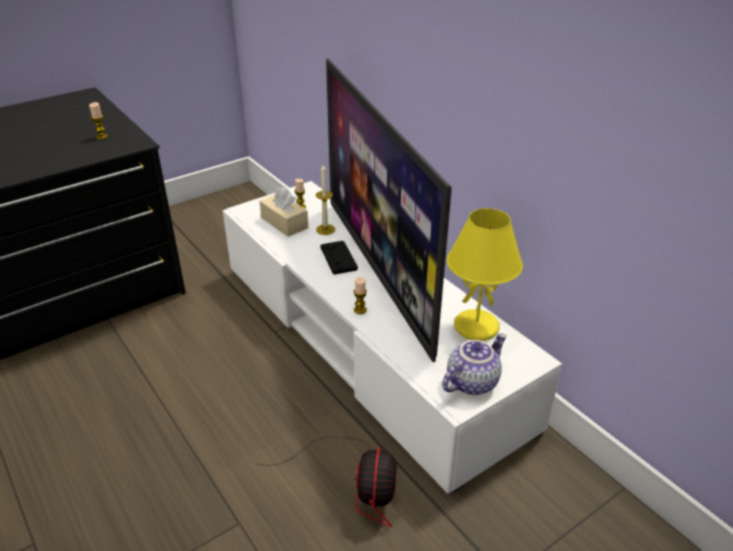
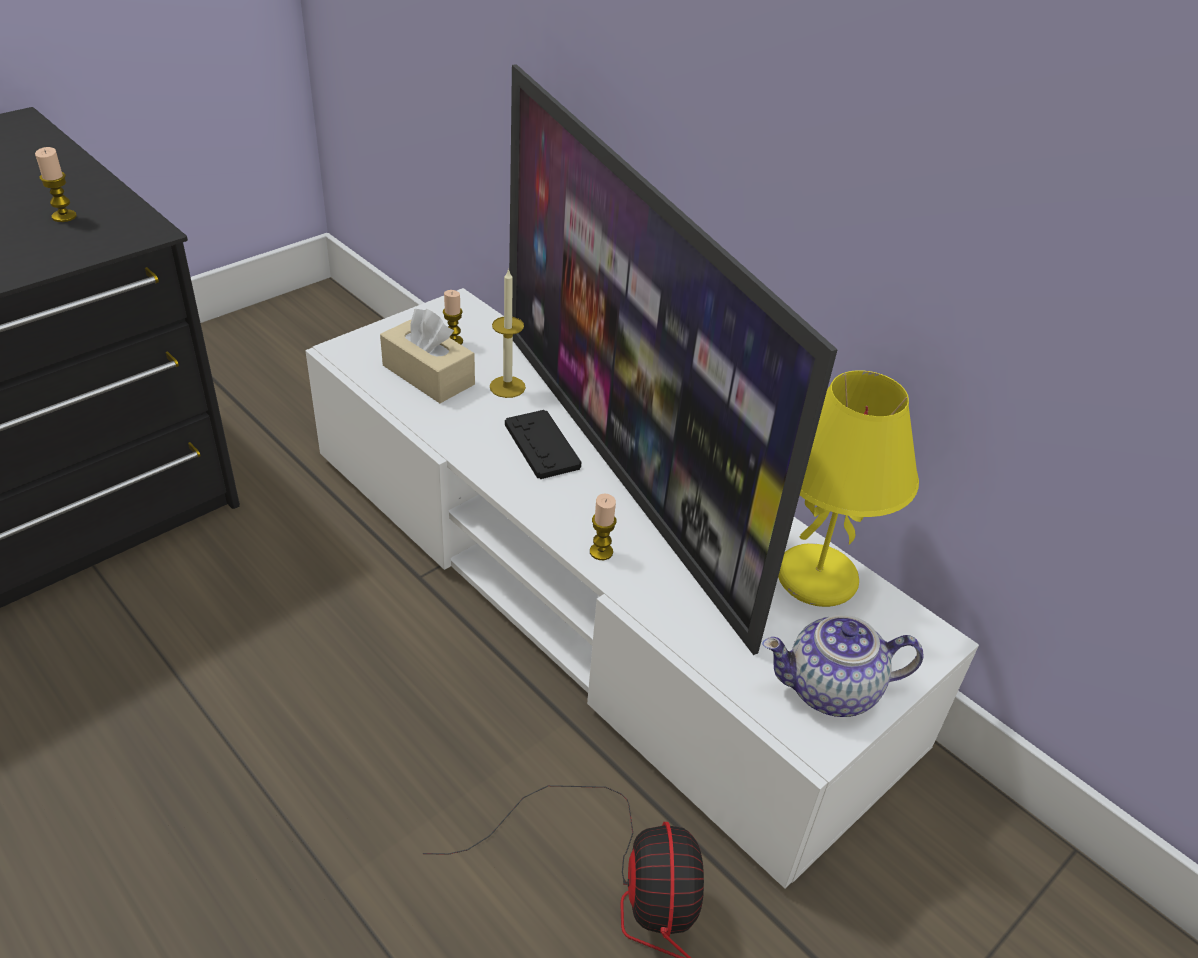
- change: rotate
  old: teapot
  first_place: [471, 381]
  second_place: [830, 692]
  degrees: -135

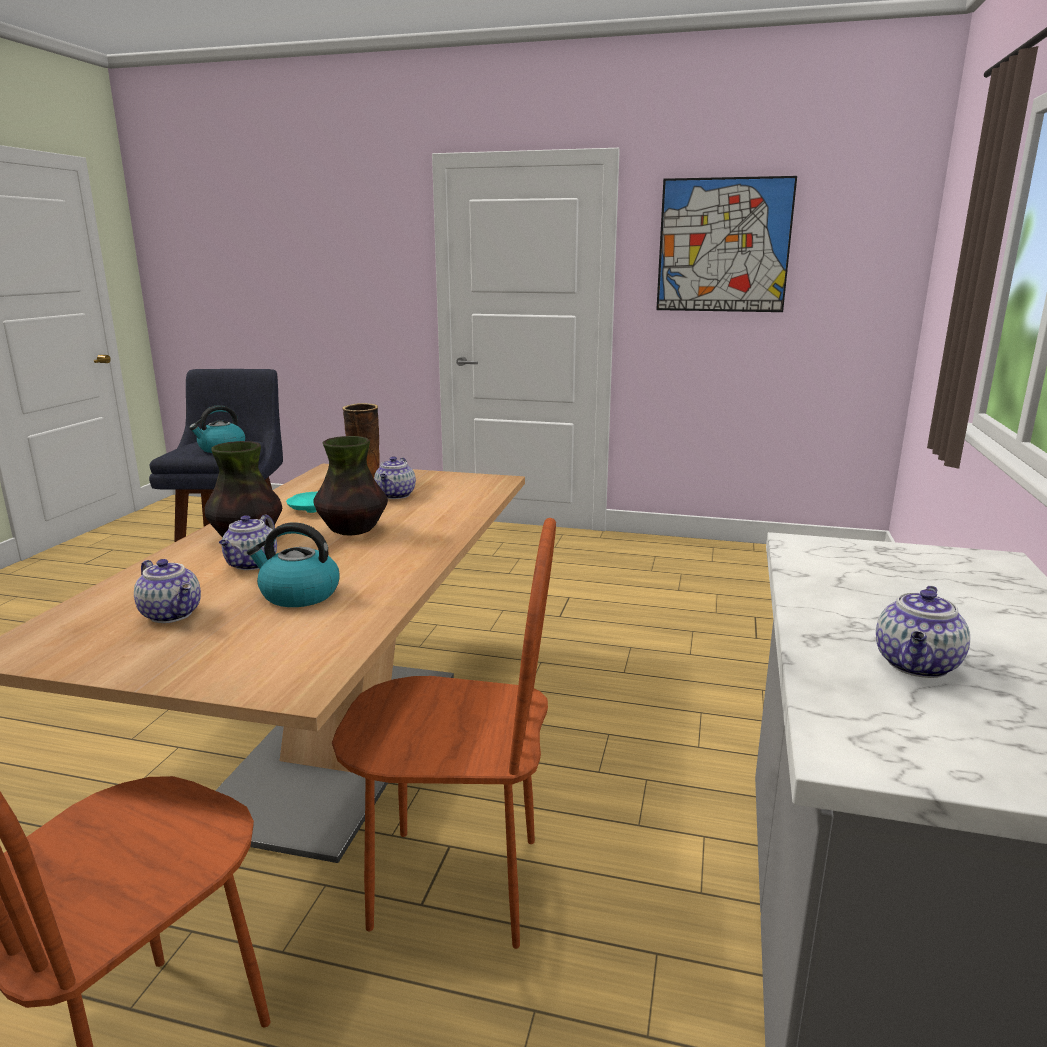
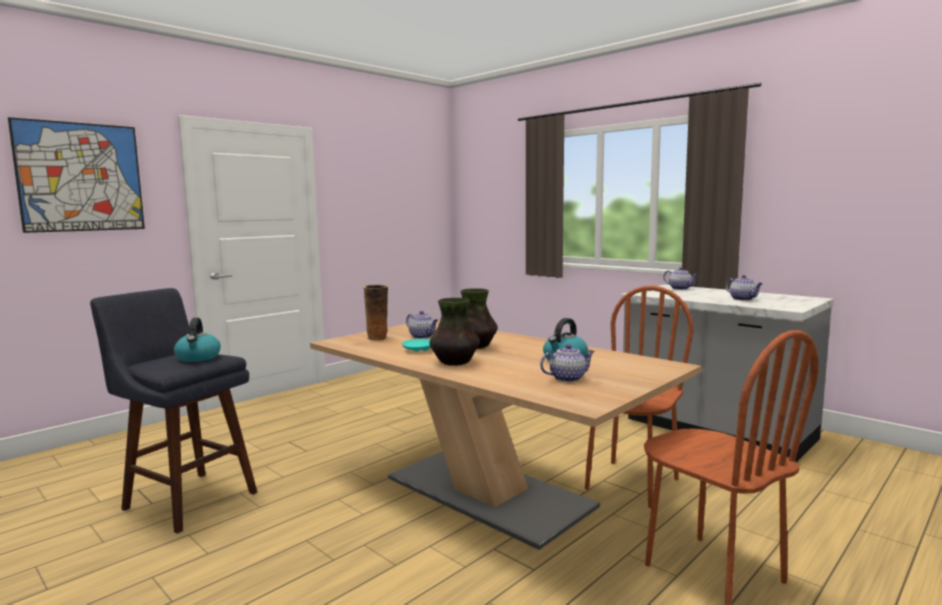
- change: move
  old: teapot
  first_place: [251, 564]
  second_place: [680, 288]
- change: move
  old: picture
  first_place: [723, 246]
  second_place: [81, 177]

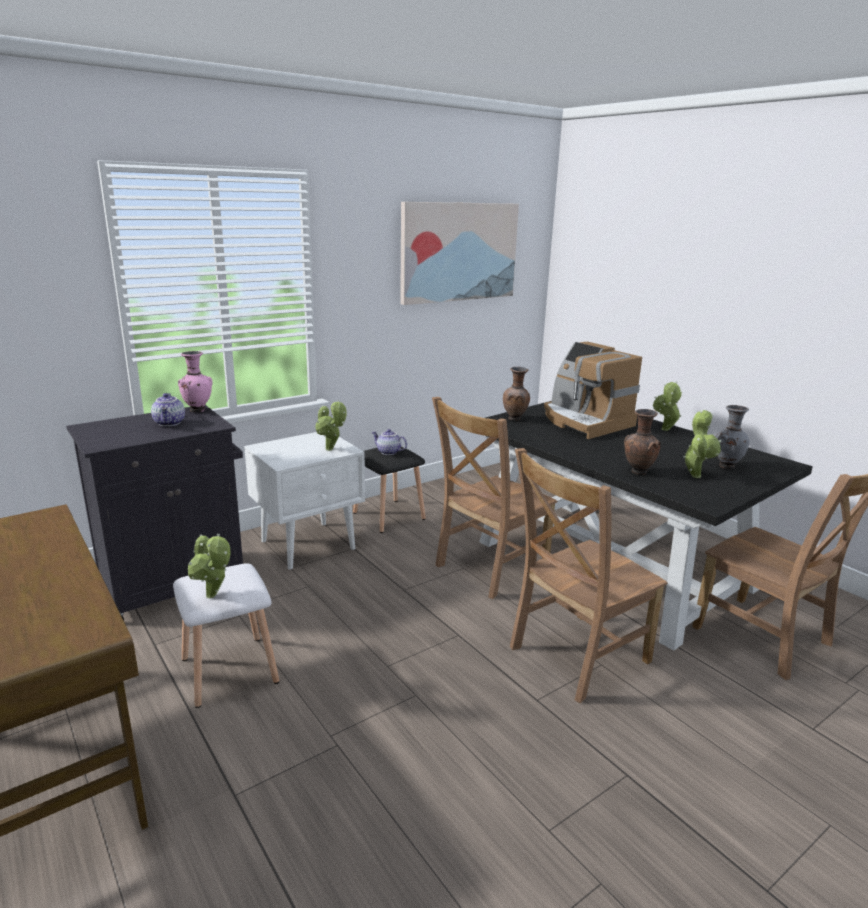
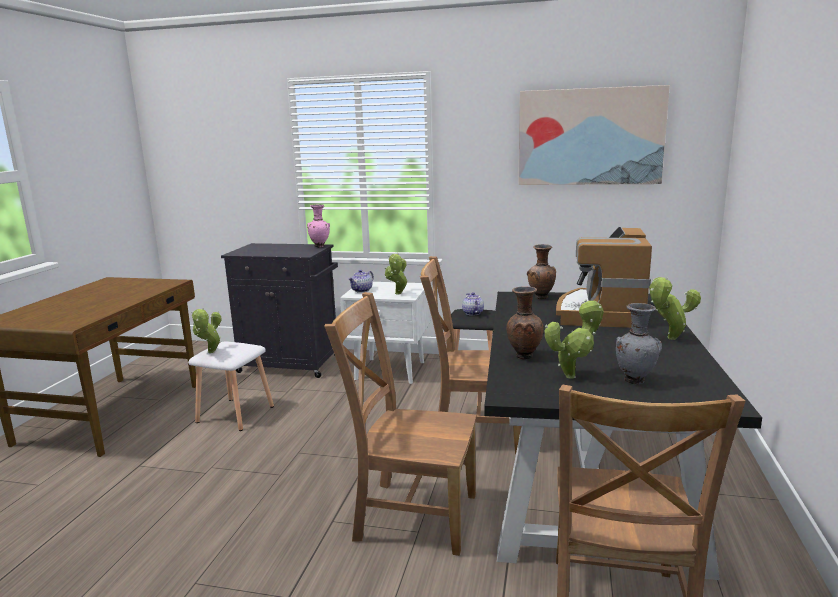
- change: move
  old: teapot
  first_place: [170, 423]
  second_place: [362, 290]

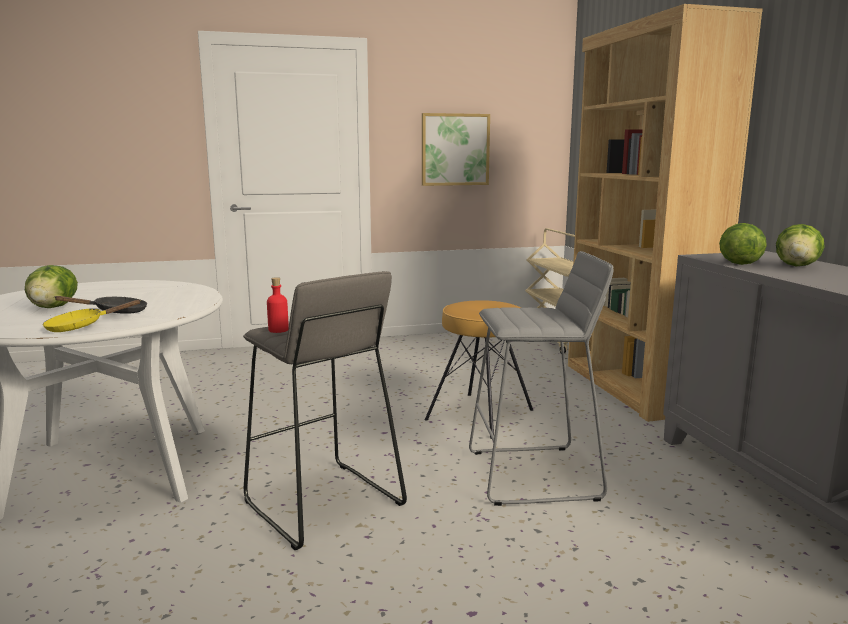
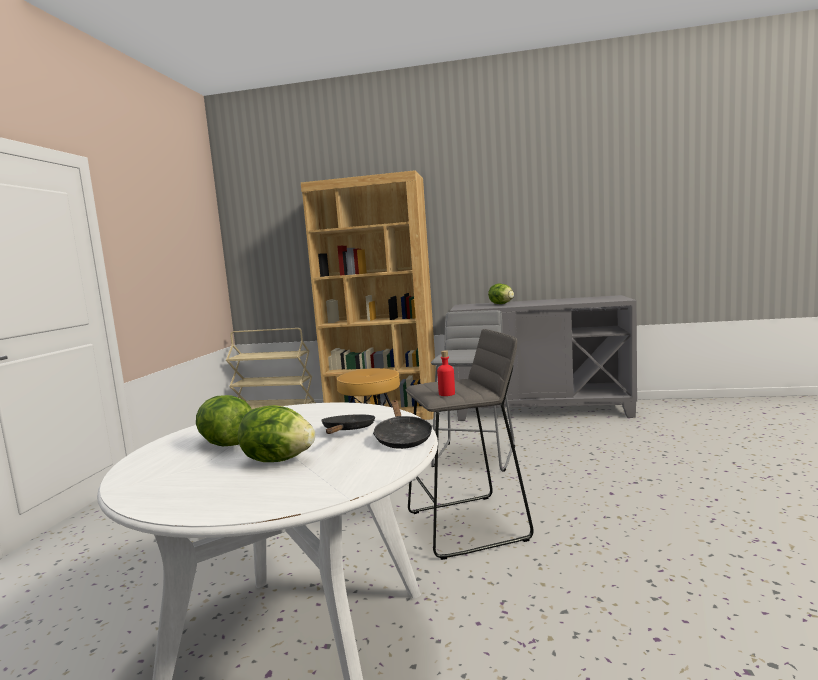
- change: recolor
  old: yellow_frying_pan
  new: black_frying_pan
  first_place: [81, 327]
  second_place: [402, 438]
- change: delete
  old: picture
  first_place: [455, 149]
- change: move
  old: lettuce
  first_place: [739, 263]
  second_place: [226, 444]

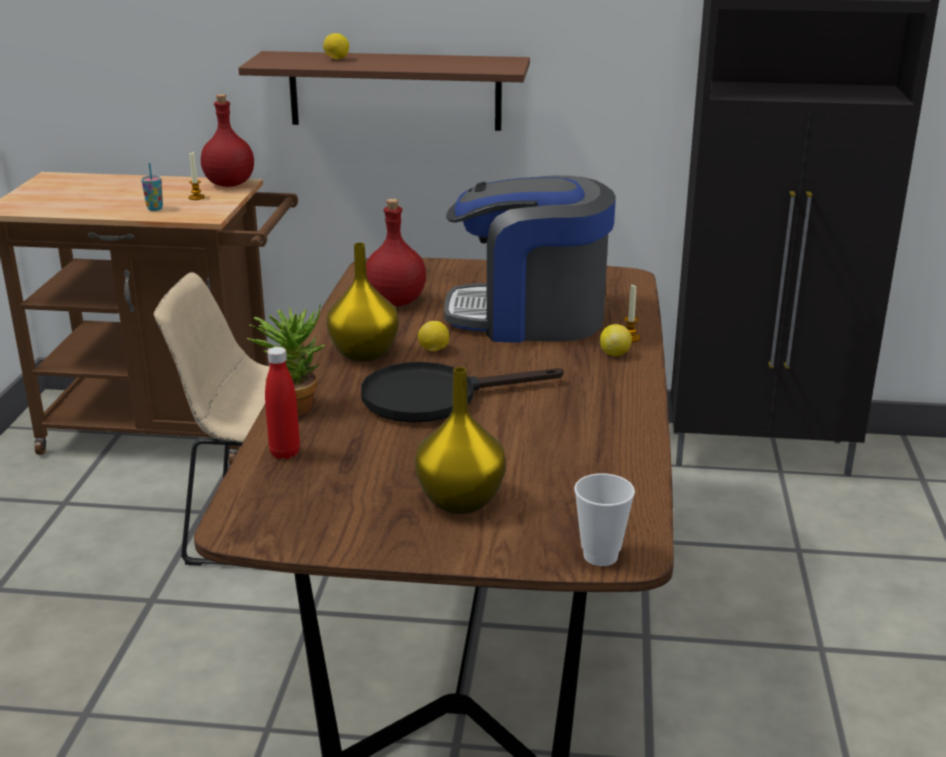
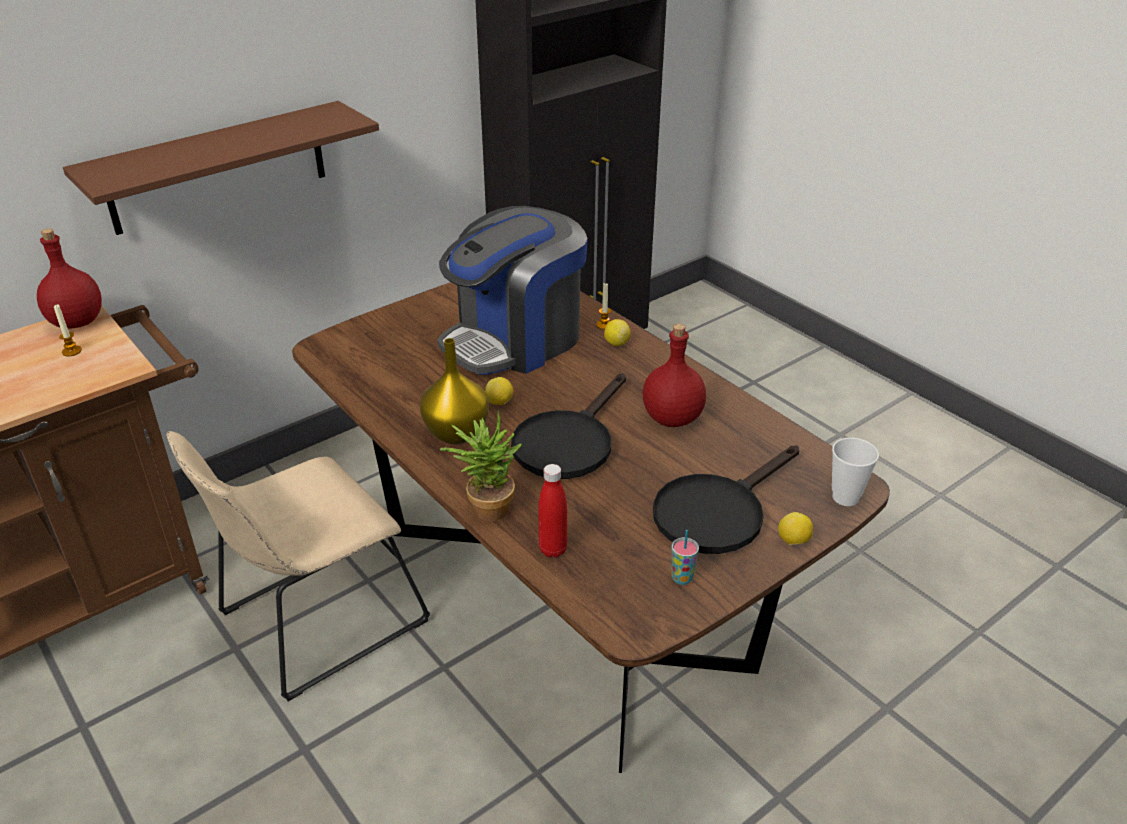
- change: move
  old: cup
  first_place: [155, 209]
  second_place: [682, 578]
- change: move
  old: lemon
  first_place: [336, 59]
  second_place: [793, 541]
- change: move
  old: red_bottle
  first_place: [395, 301]
  second_place: [671, 418]
- change: replace
  old: yellow_vase
  new: black_frying_pan
  first_place: [459, 500]
  second_place: [717, 511]

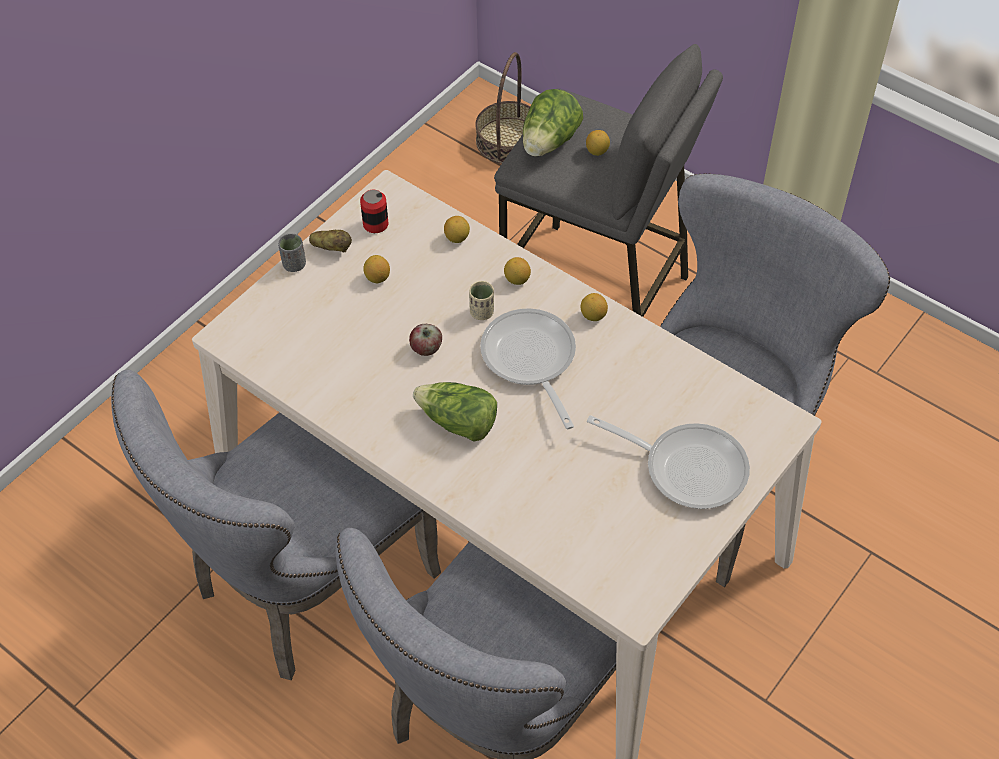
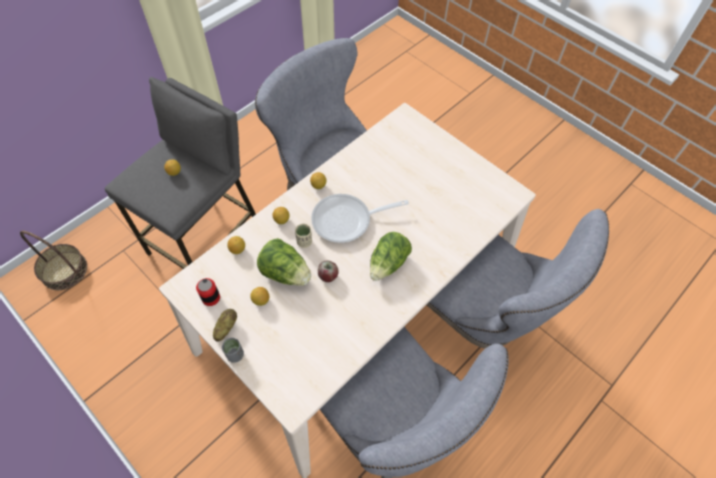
- change: move
  old: lettuce
  first_place: [549, 143]
  second_place: [286, 273]
- change: delete
  old: frying_pan
  first_place: [687, 467]

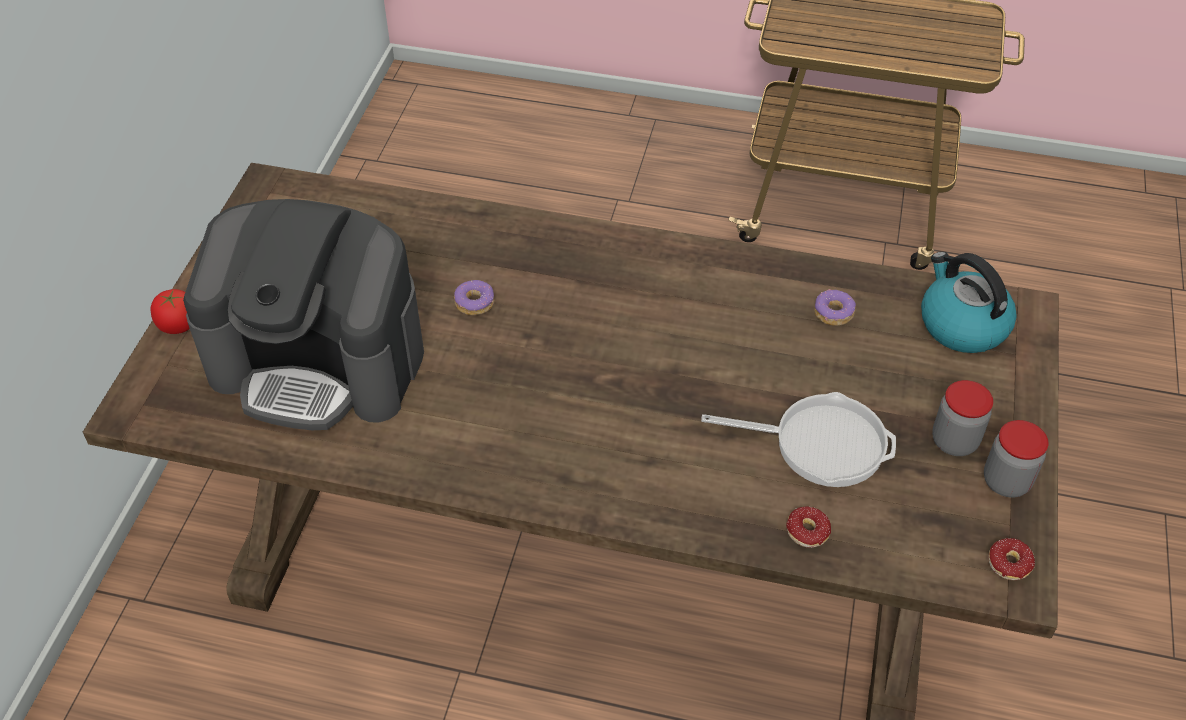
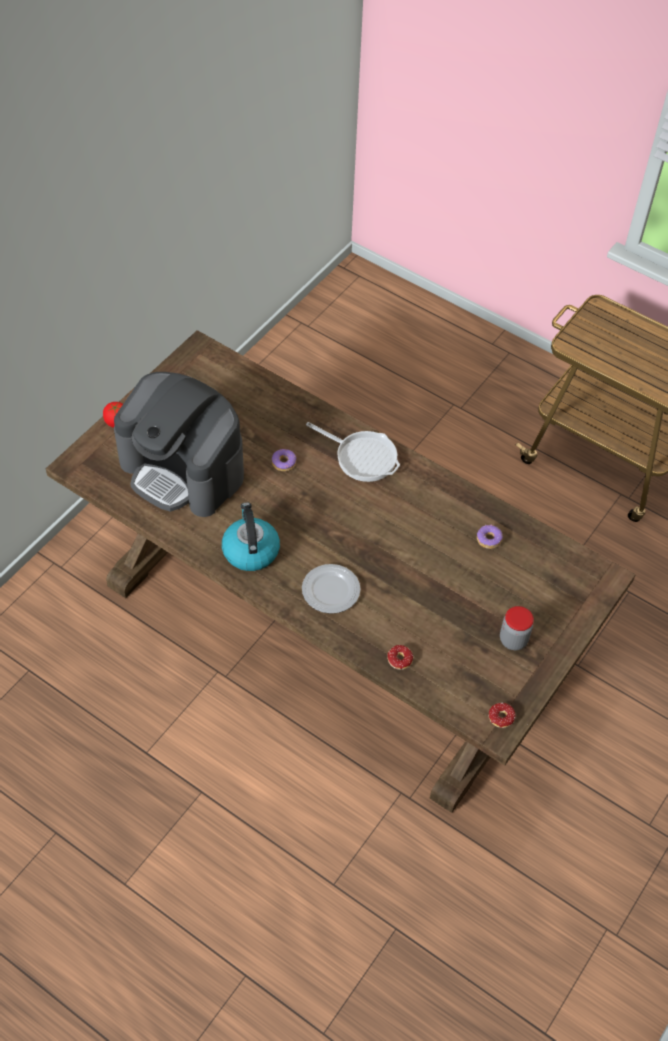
- change: move
  old: frying_pan
  first_place: [820, 444]
  second_place: [362, 457]
- change: move
  old: kettle
  first_place: [961, 324]
  second_place: [250, 550]
- change: delete
  old: jar
  first_place: [1006, 481]
- change: insert
  new: plate
  second_place: [330, 591]

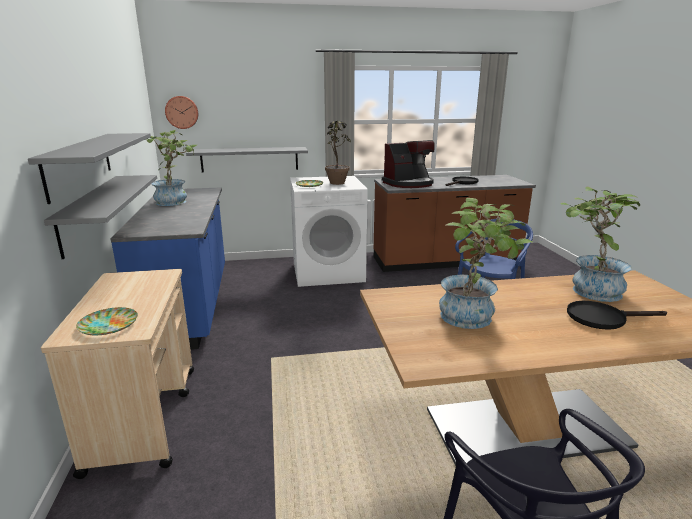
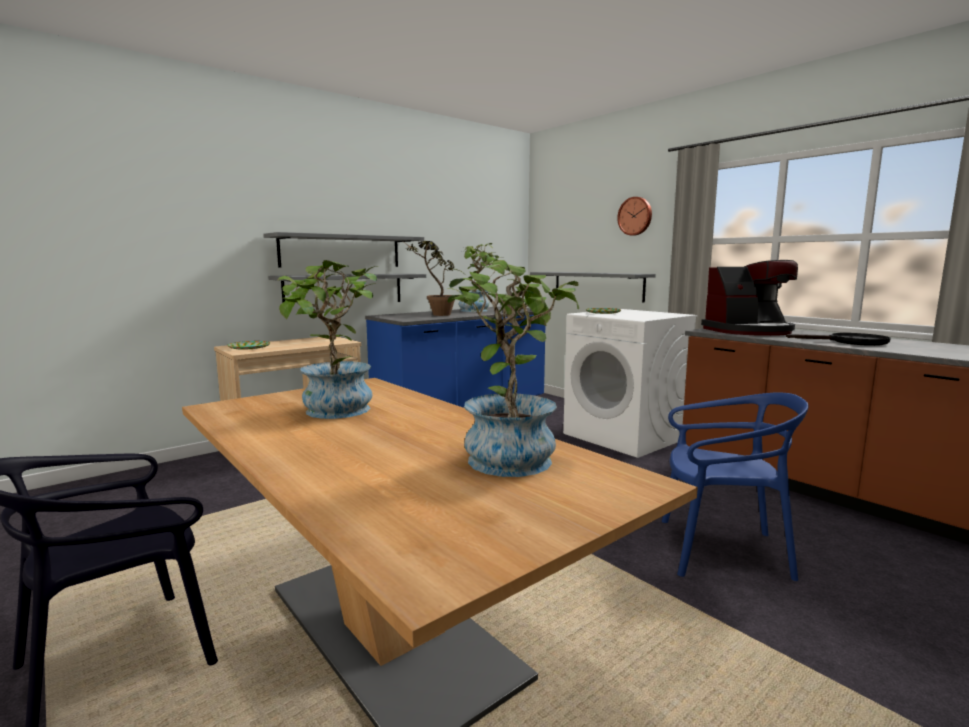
- change: move
  old: wall_clock
  first_place: [182, 112]
  second_place: [635, 216]
- change: move
  old: potted_plant
  first_place: [337, 184]
  second_place: [435, 315]
- change: rotate
  old: coffee_machine
  first_place: [408, 184]
  second_place: [748, 331]
  degrees: -45
- change: delete
  old: black_frying_pan
  first_place: [603, 318]

